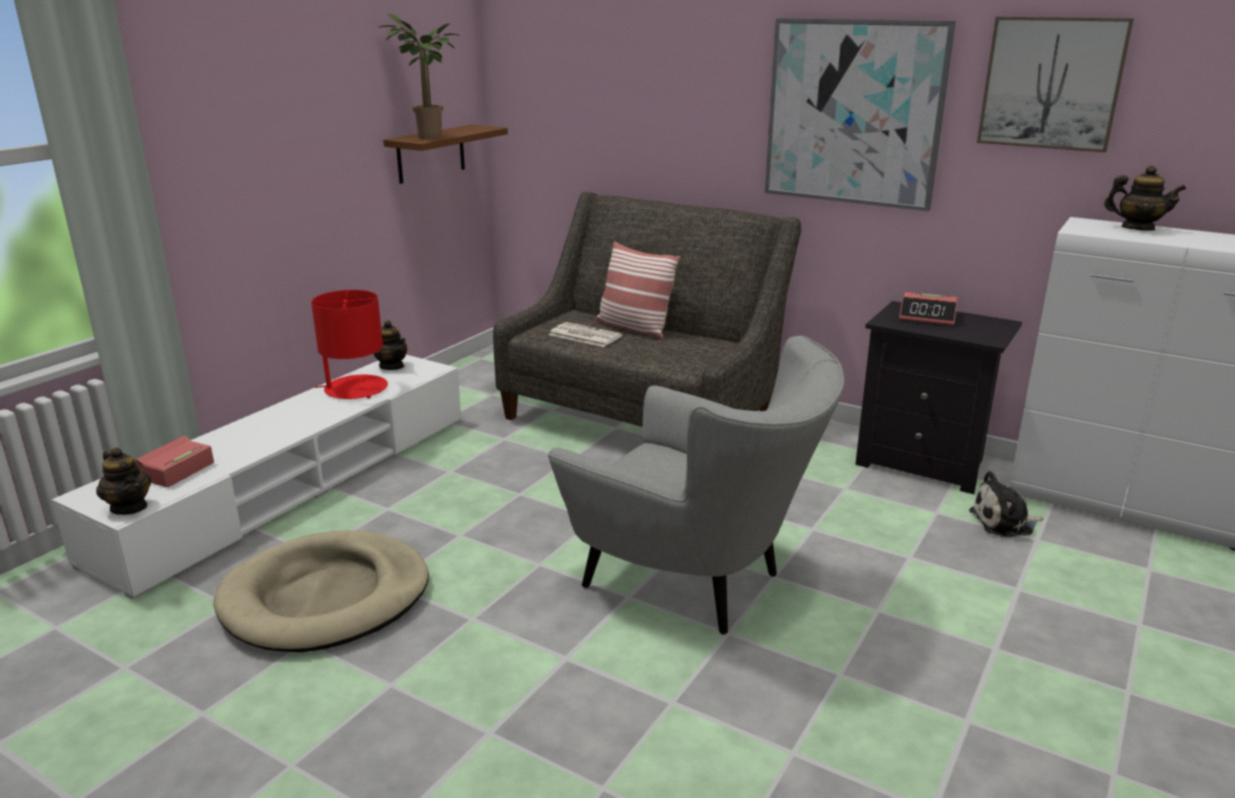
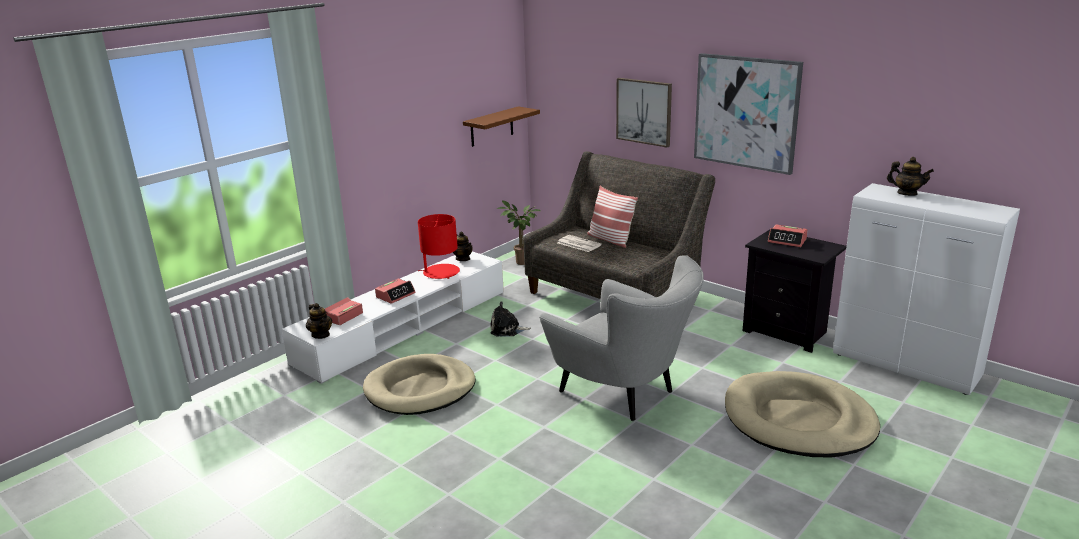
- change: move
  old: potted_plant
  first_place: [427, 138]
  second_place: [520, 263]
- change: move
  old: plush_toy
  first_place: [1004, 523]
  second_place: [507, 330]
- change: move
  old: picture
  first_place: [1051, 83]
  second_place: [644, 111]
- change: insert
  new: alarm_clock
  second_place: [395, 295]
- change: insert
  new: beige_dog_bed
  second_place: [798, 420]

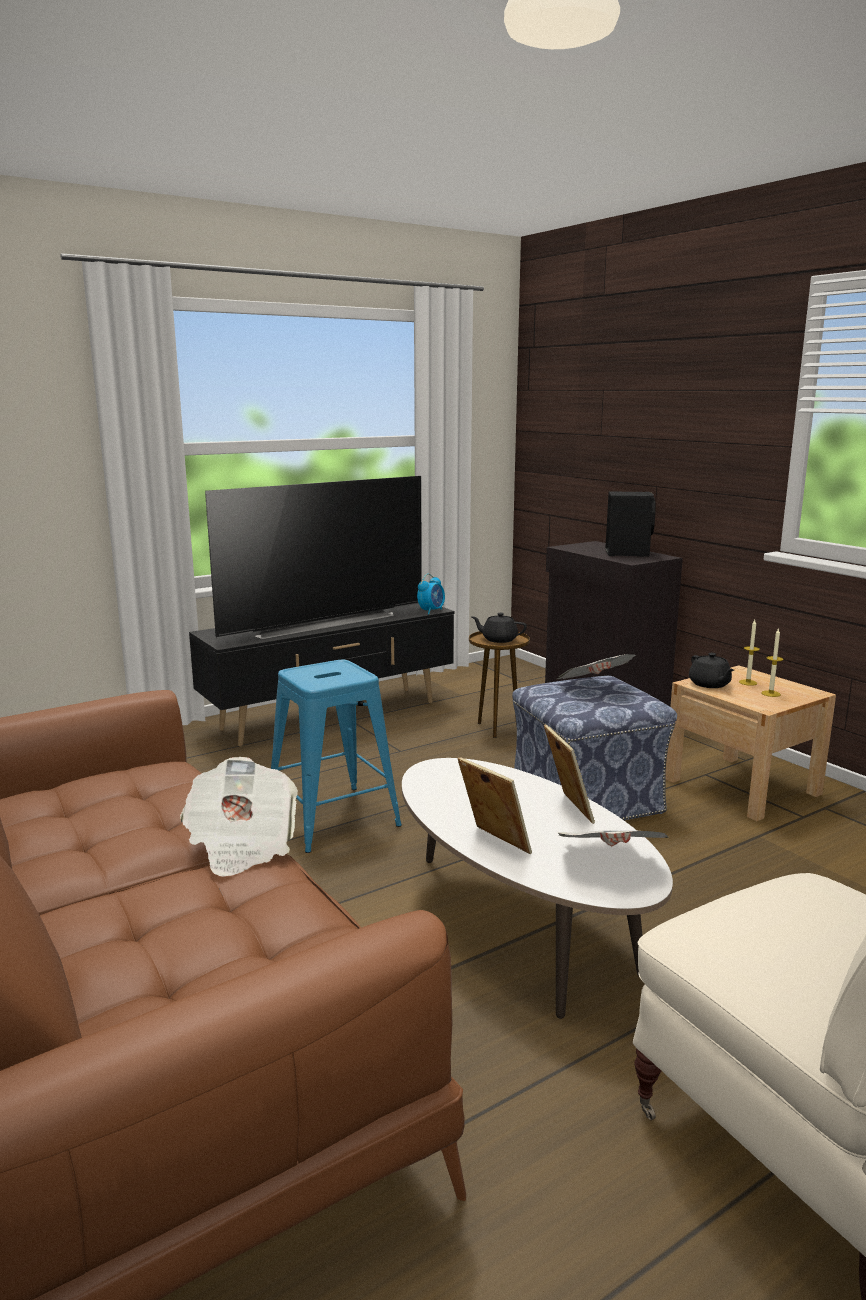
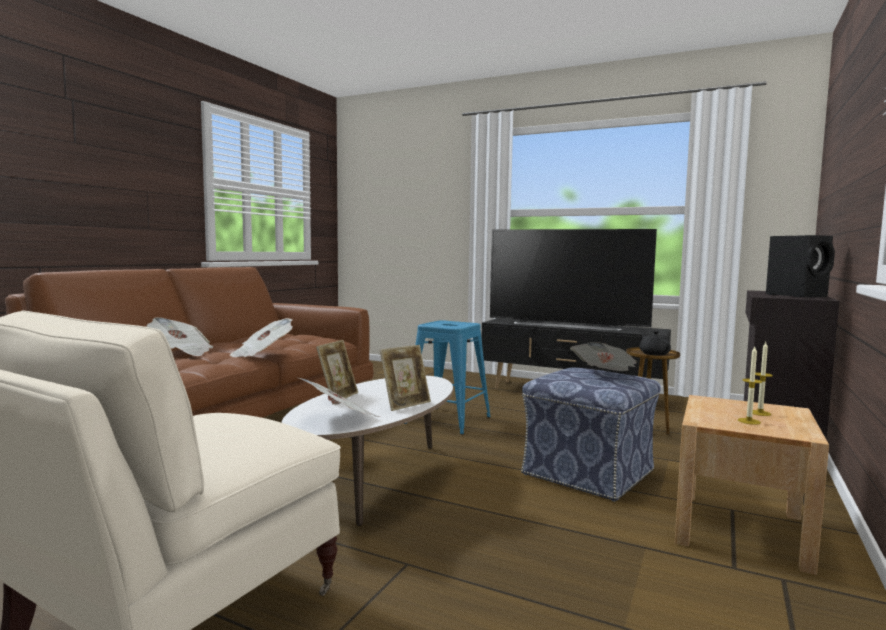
- change: delete
  old: alarm_clock
  first_place: [431, 611]
- change: delete
  old: black_teapot
  first_place: [709, 684]
- change: insert
  new: newspaper
  second_place: [181, 352]

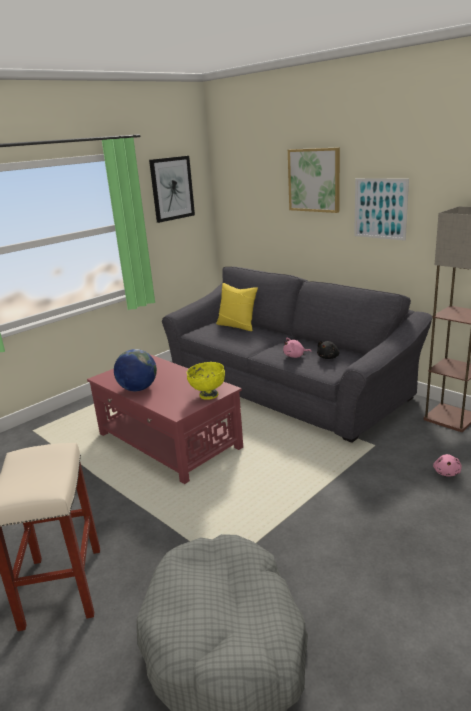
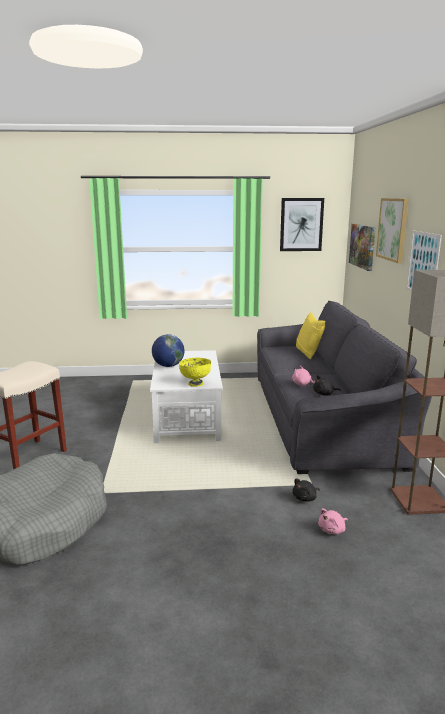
- change: recolor
  old: red_coffee_table
  new: white_coffee_table
  first_place: [169, 441]
  second_place: [187, 417]
- change: insert
  new: black_plush_toy
  second_place: [305, 498]
- change: insert
  new: picture
  second_place: [363, 246]

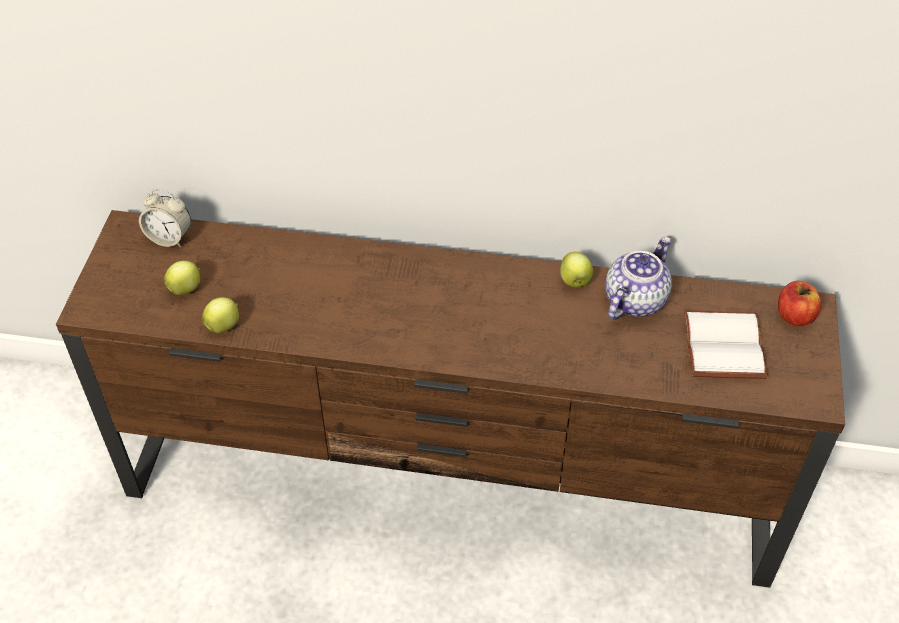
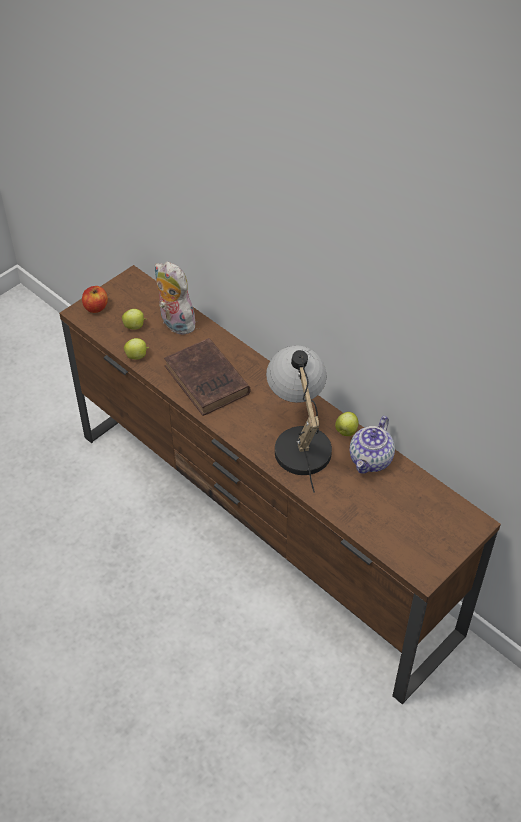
- change: delete
  old: alarm_clock
  first_place: [169, 238]
- change: rotate
  old: teapot
  first_place: [634, 299]
  second_place: [371, 460]
  degrees: 135
- change: delete
  old: white_book
  first_place: [726, 347]
- change: move
  old: apple
  first_place: [794, 316]
  second_place: [96, 307]
- change: insert
  new: plush_toy
  second_place: [174, 323]
- change: insert
  new: brown_book
  second_place: [208, 382]
- change: insert
  new: table_lamp
  second_place: [299, 439]

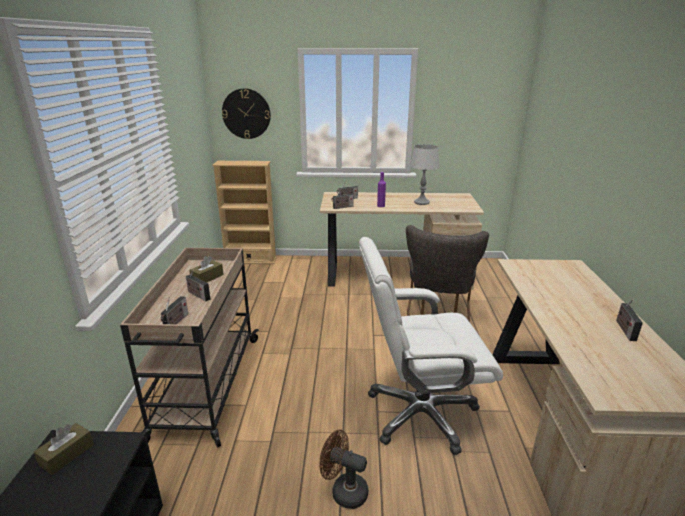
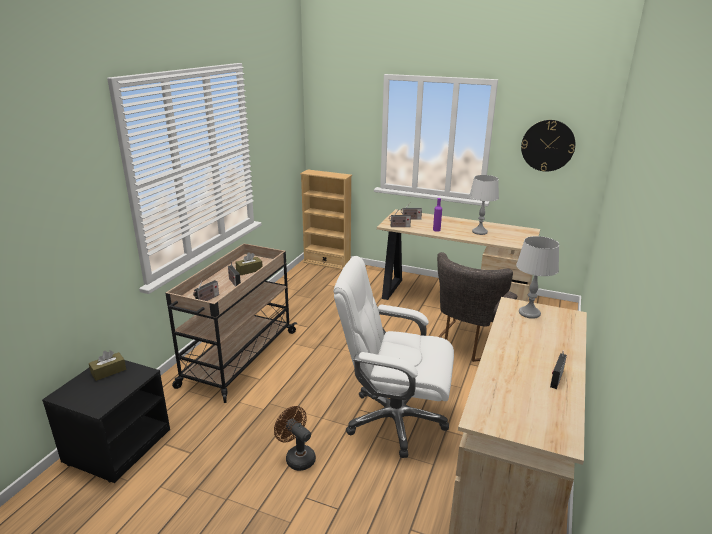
- change: move
  old: wall_clock
  first_place: [246, 114]
  second_place: [547, 145]
- change: insert
  new: grey_table_lamp
  second_place: [529, 313]

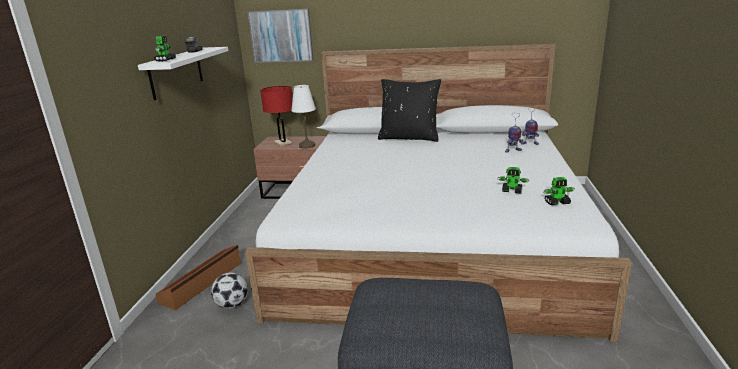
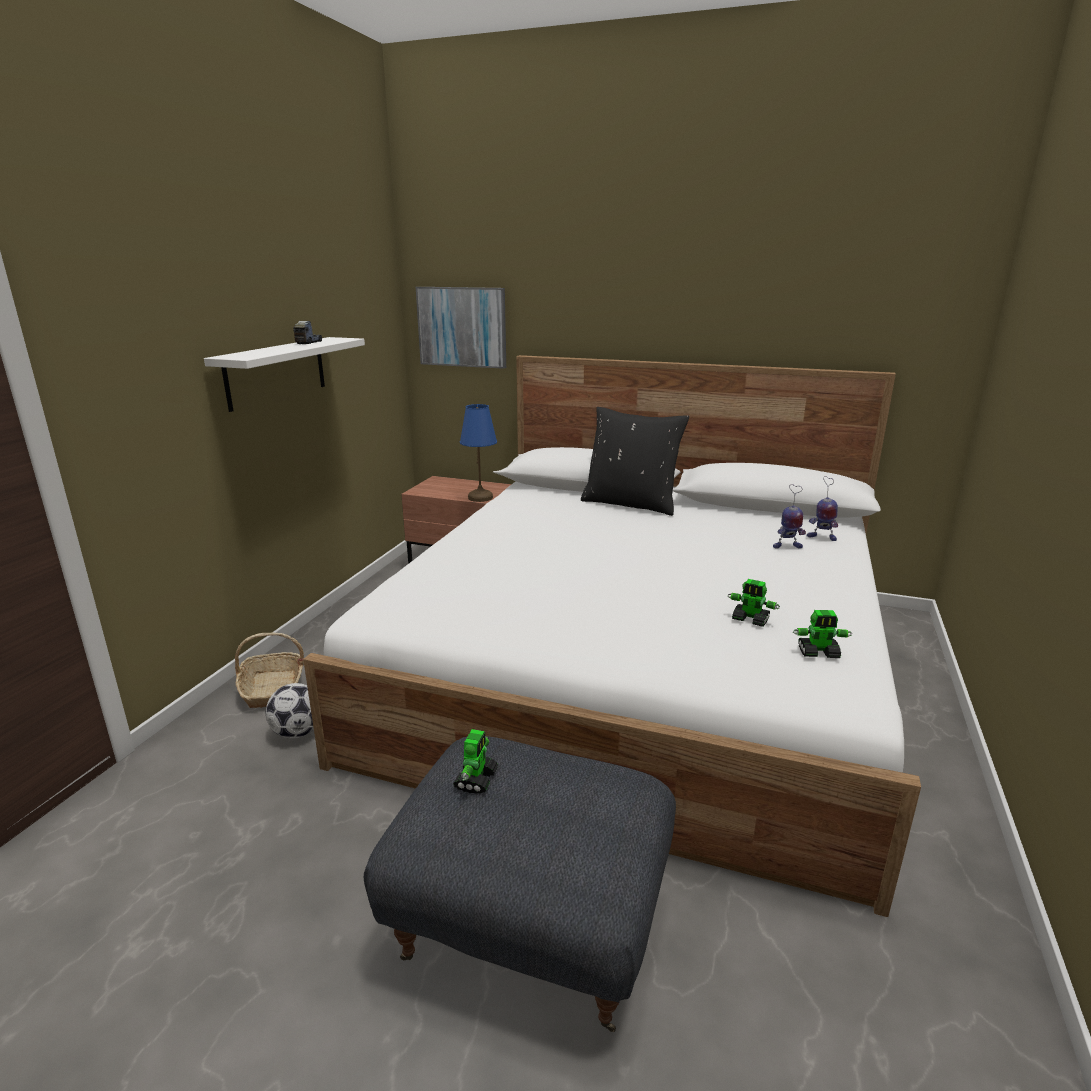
- change: move
  old: toy_robot
  first_place: [165, 60]
  second_place: [476, 779]
- change: replace
  old: brown_storage_box
  new: basket
  first_place: [203, 282]
  second_place: [273, 689]
- change: delete
  old: red_table_lamp
  first_place: [282, 143]
- change: recolor
  old: white_table_lamp
  new: blue_table_lamp
  first_place: [307, 146]
  second_place: [481, 497]

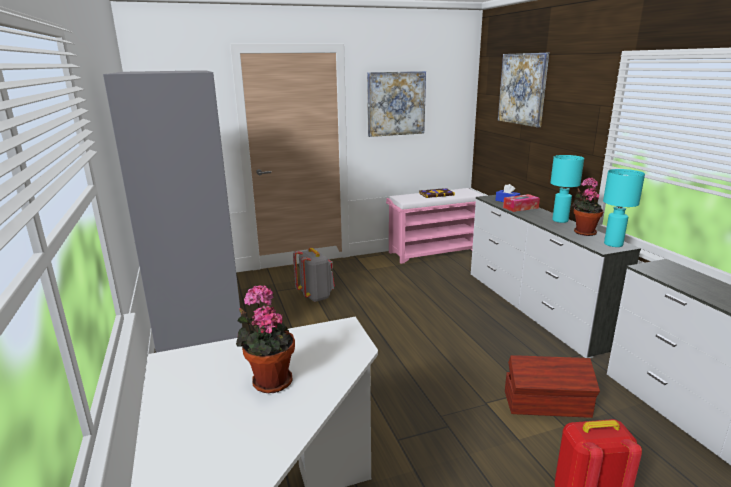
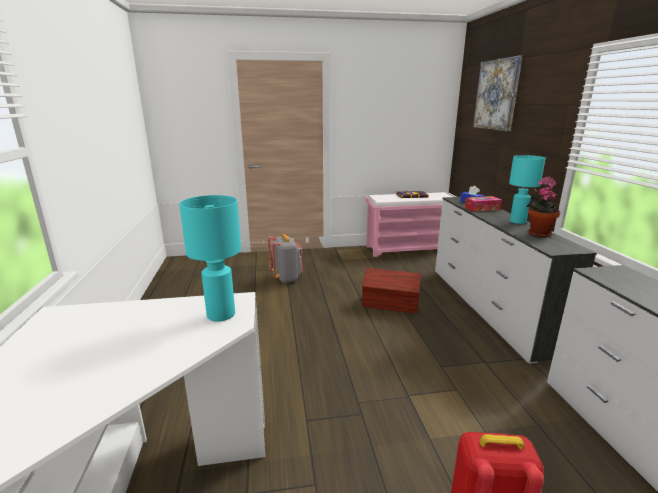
- change: delete
  old: grey_wardrobe
  first_place: [200, 328]
- change: delete
  old: potted_plant
  first_place: [269, 380]
- change: delete
  old: picture
  first_place: [396, 103]
- change: move
  old: brown_storage_box
  first_place: [547, 405]
  second_place: [390, 304]
- change: move
  old: turquoise_table_lamp
  first_place: [613, 244]
  second_place: [221, 315]

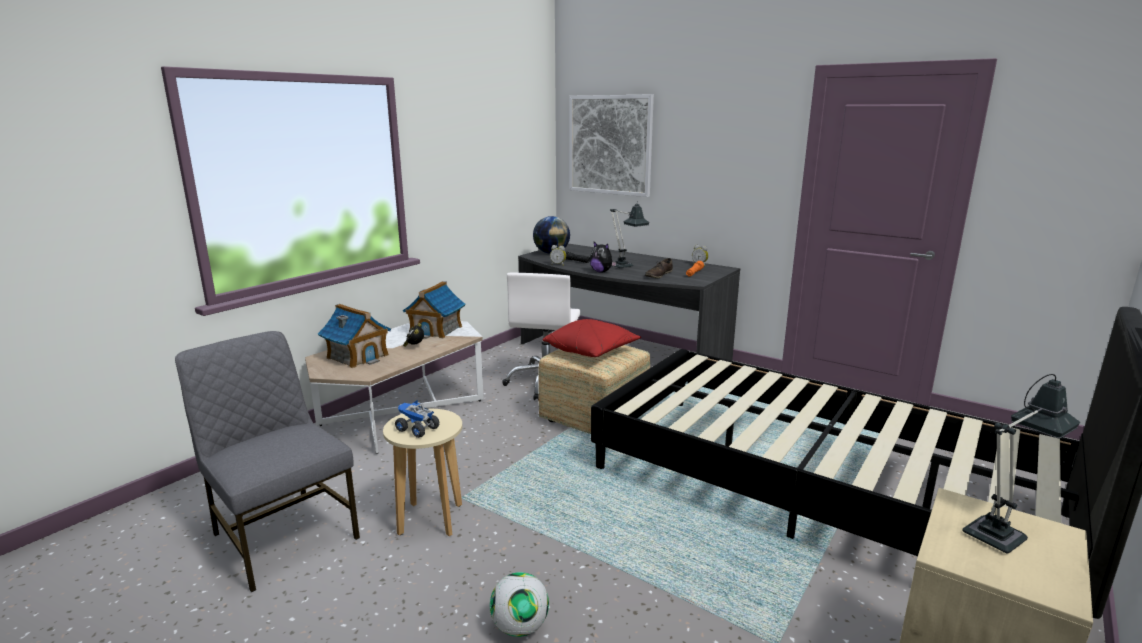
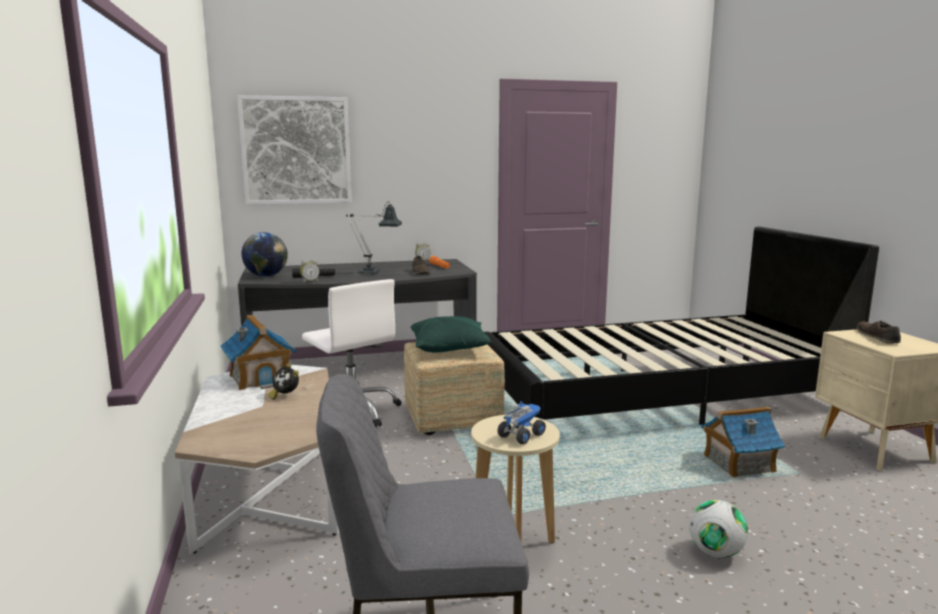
- change: move
  old: toy_house
  first_place: [357, 356]
  second_place: [738, 463]
- change: rotate
  old: toy_truck
  first_place: [416, 429]
  second_place: [521, 435]
  degrees: 150
- change: recolor
  old: red_pillow
  new: green_pillow
  first_place: [591, 351]
  second_place: [450, 348]
- change: delete
  old: plush_toy
  first_place: [601, 272]
- change: replace
  old: table_lamp
  new: brown_shoe
  first_place: [1000, 532]
  second_place: [877, 337]

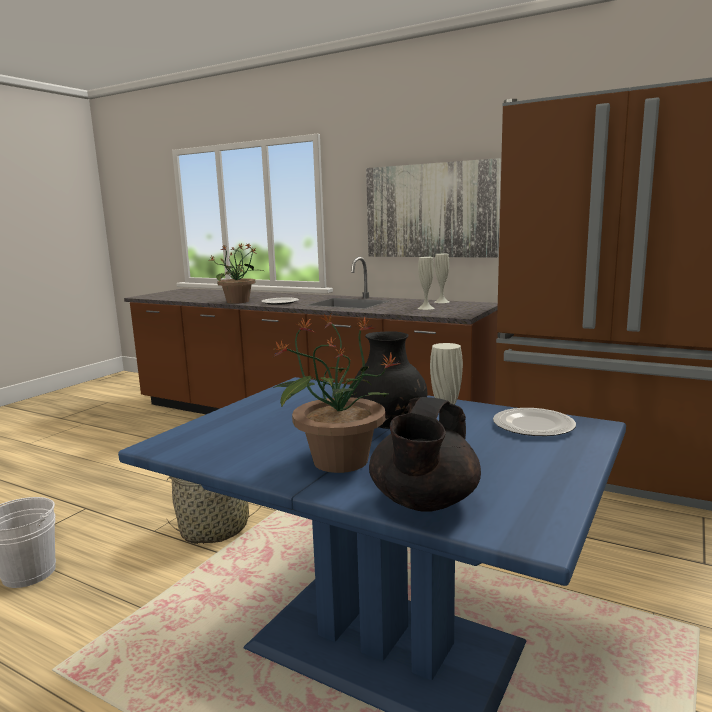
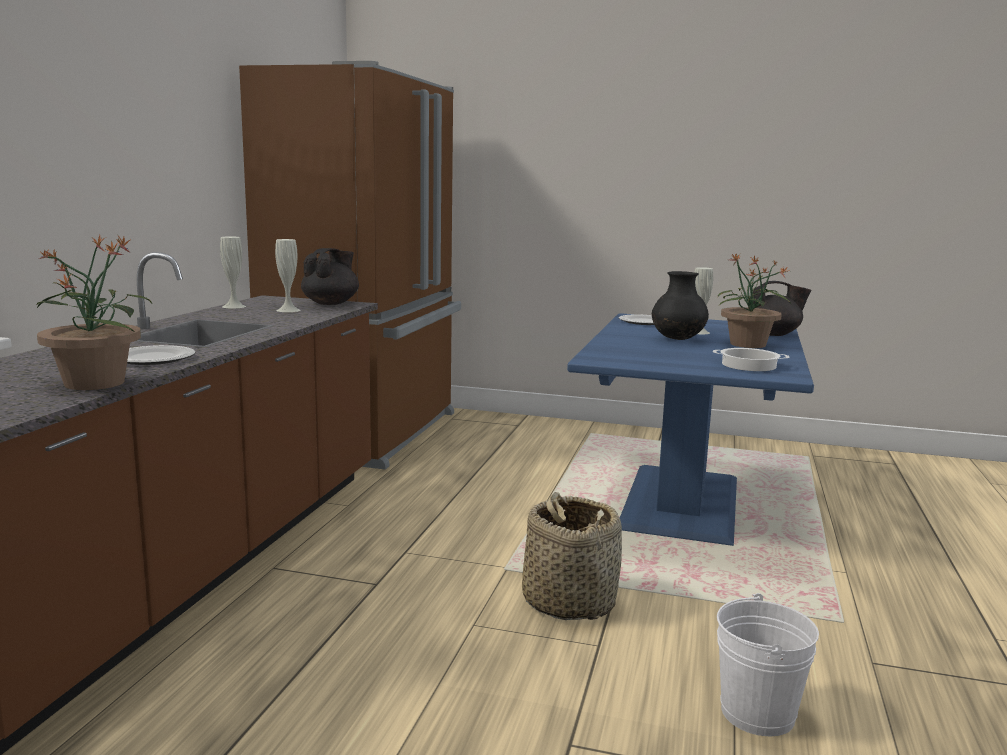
- change: delete
  old: picture
  first_place: [431, 211]
- change: insert
  new: black_teapot
  second_place: [331, 303]
- change: insert
  new: cooking_pot
  second_place: [748, 365]

